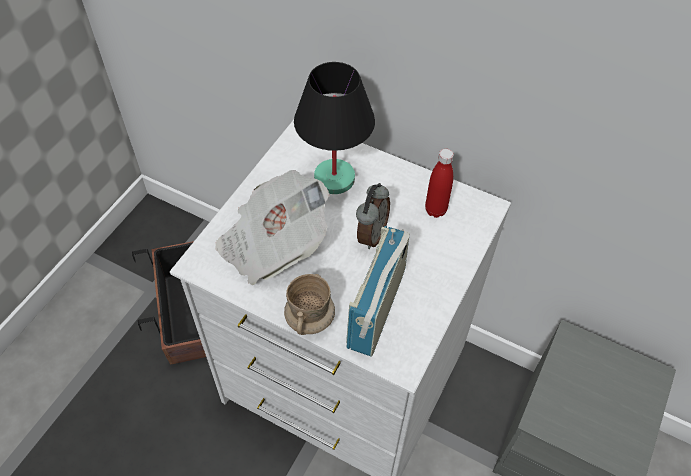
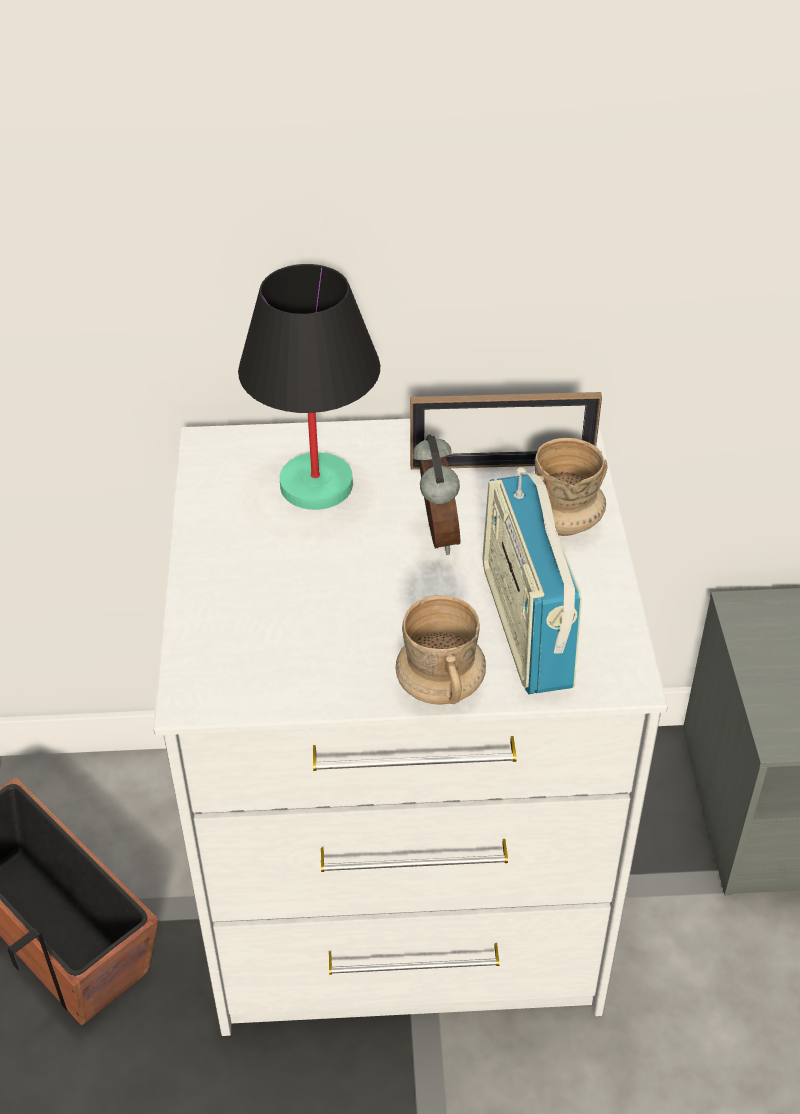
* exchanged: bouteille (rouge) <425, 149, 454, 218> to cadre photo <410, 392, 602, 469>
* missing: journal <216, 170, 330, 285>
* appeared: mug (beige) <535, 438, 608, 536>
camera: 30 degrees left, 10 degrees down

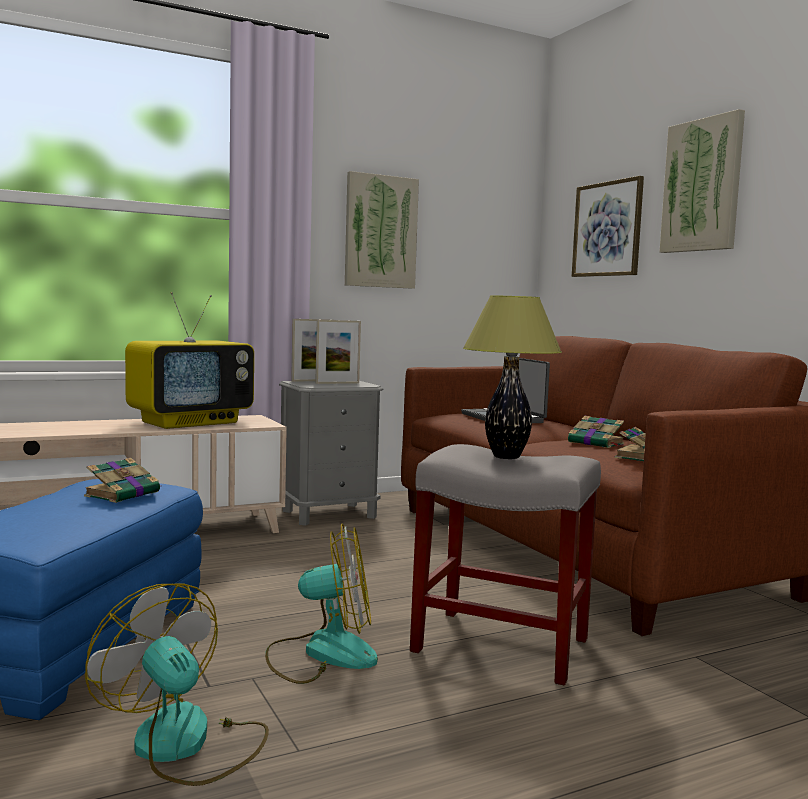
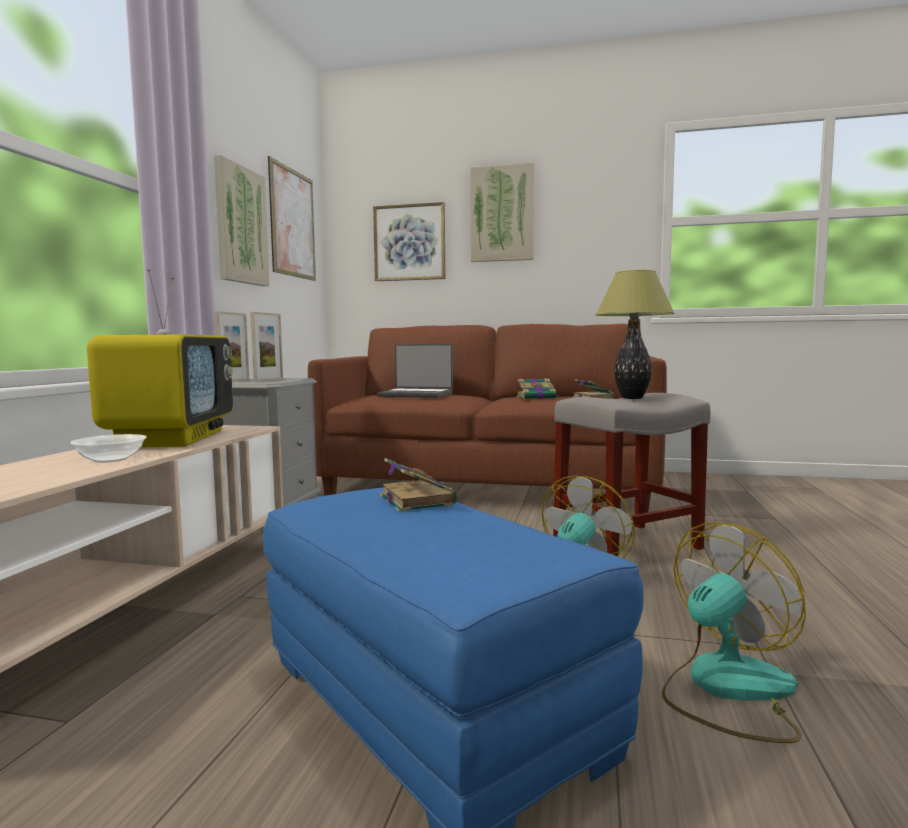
* spun: ventilateur <85, 583, 269, 786> = <662, 522, 806, 743> 150 degrees clockwise
* appeared: tableau <268, 156, 316, 281>
* appeared: bol <70, 434, 146, 463>
camera: 50 degrees left, 0 degrees up

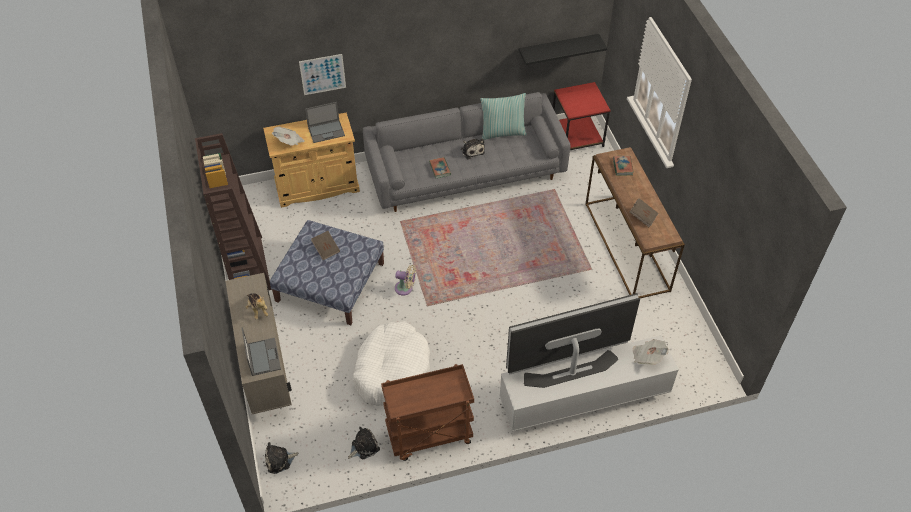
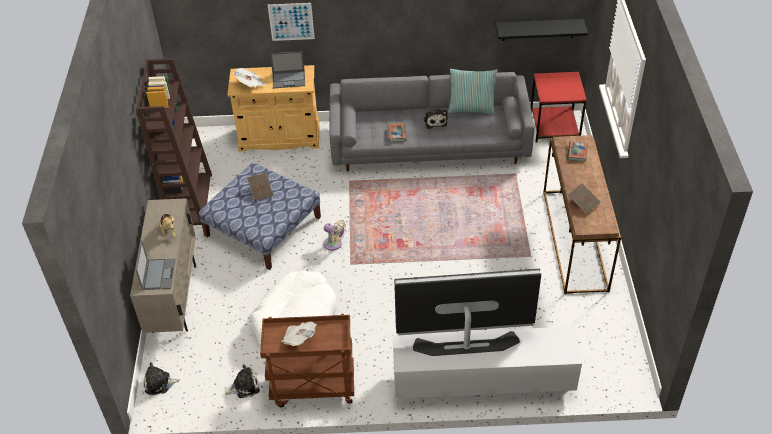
* relocated: journal <633, 339, 669, 365> to <281, 321, 317, 346>
camera: 15 degrees right, 5 degrees down

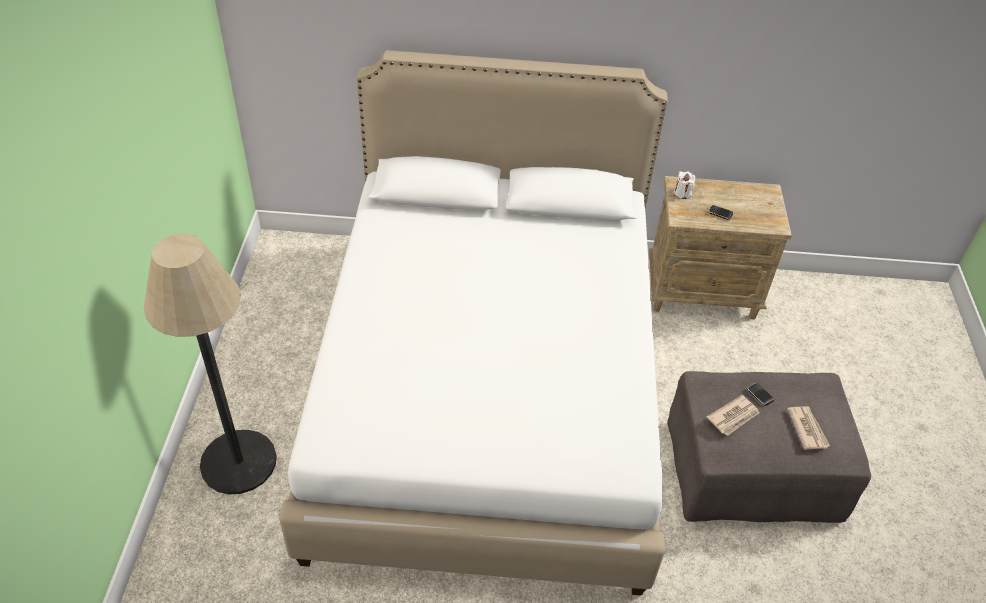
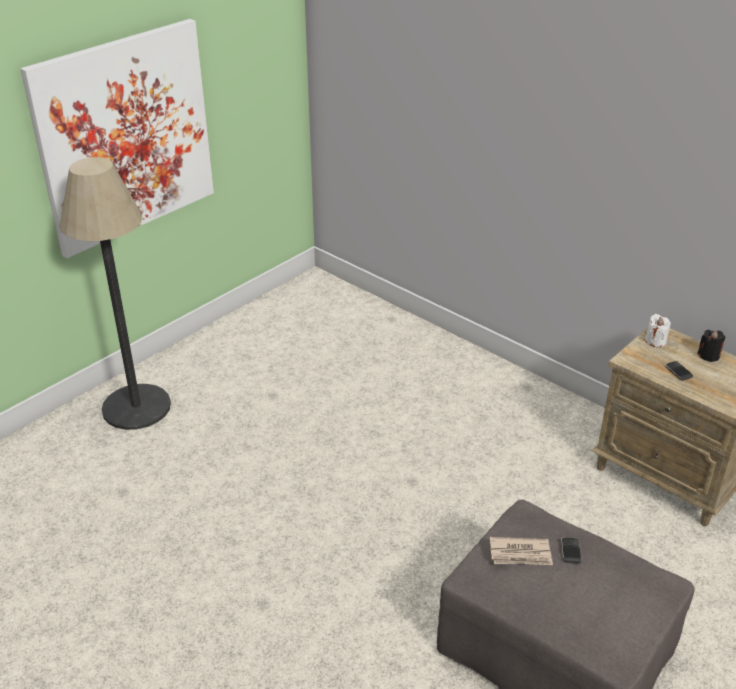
* missing: lit (blanc) <279, 50, 668, 595>
* missing: journal <787, 406, 830, 450>
* appeared: tableau <20, 19, 214, 258>
* appeared: bougie (noir) <697, 330, 725, 362>
camera: 40 degrees right, 10 degrees down

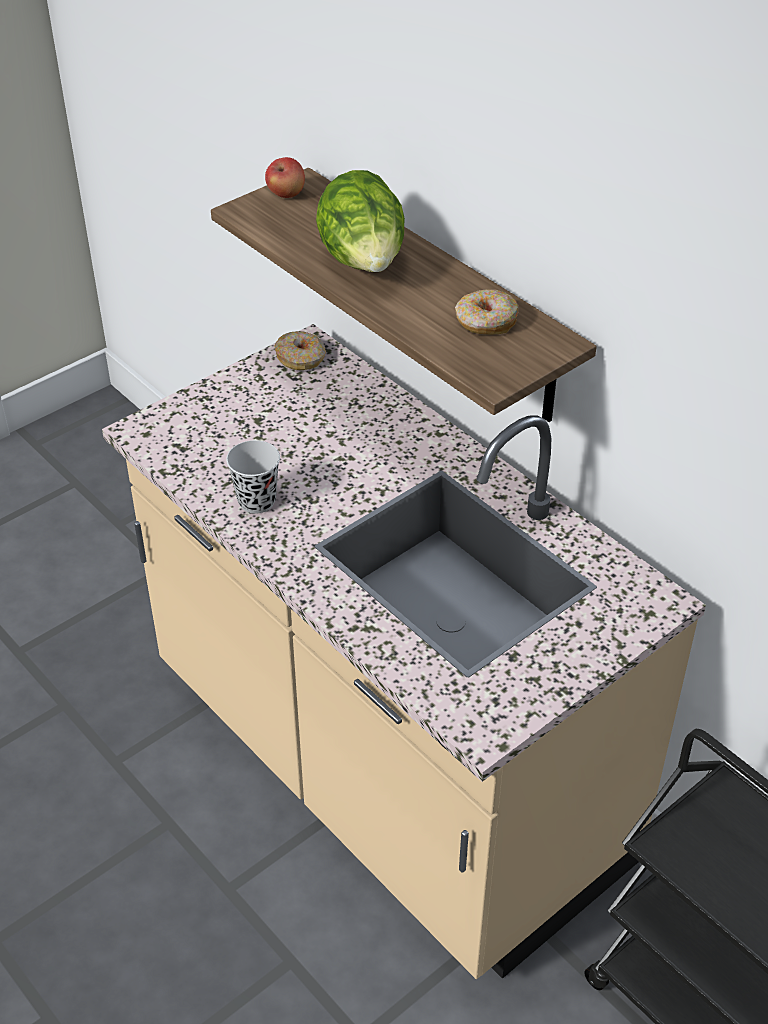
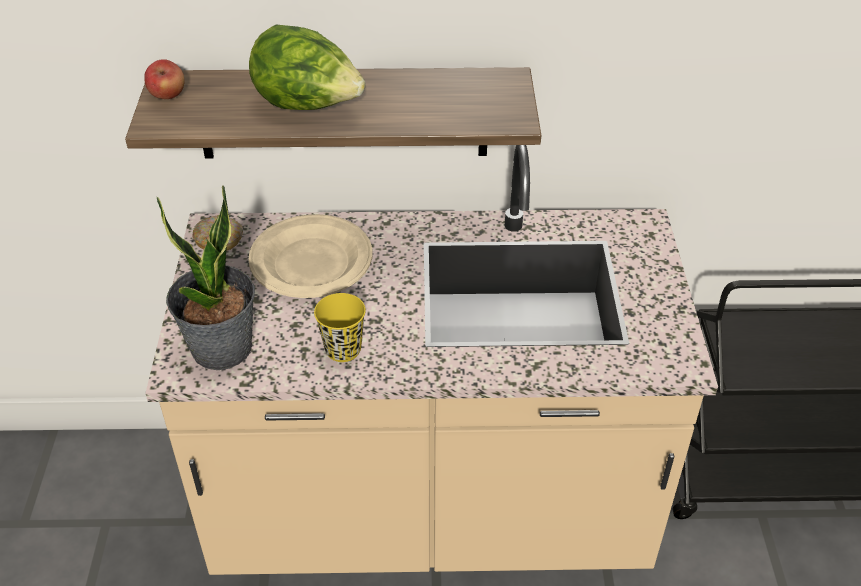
* missing: beignet <455, 289, 519, 334>
* colour: tasse (noir) <226, 440, 280, 514> to tasse (jaune) <314, 293, 366, 362>
* appeared: plante en pot <157, 185, 255, 370>
* appeared: assiette (beige) <249, 214, 373, 298>
camera: 50 degrees left, 0 degrees up

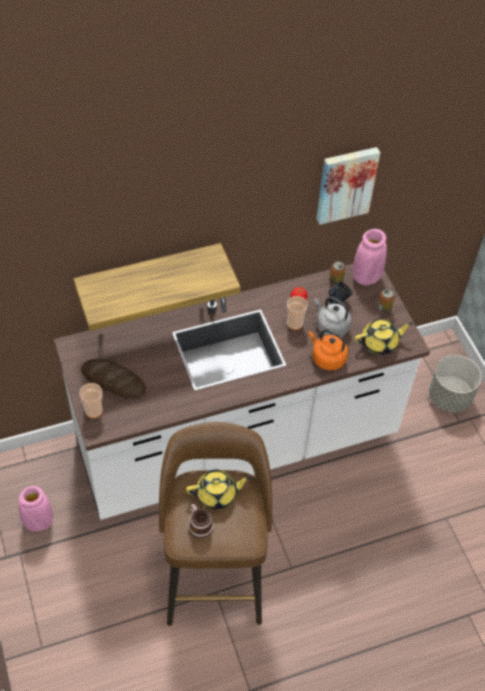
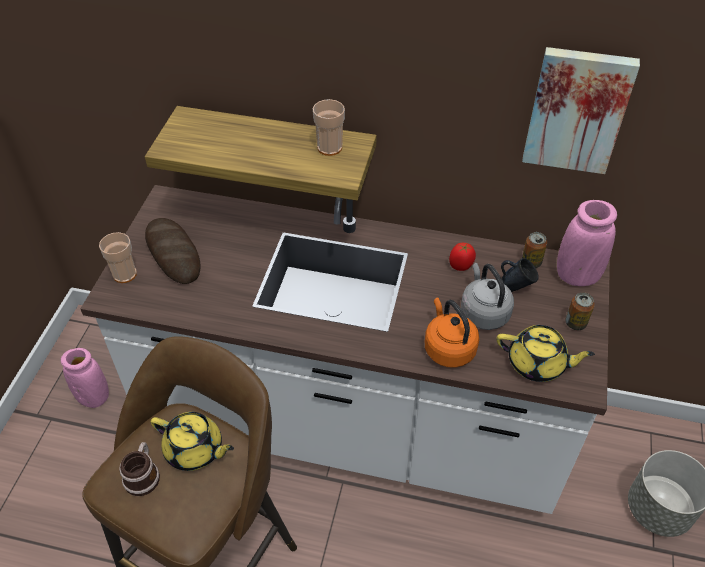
* relocated: tasse <287, 296, 308, 330> to <313, 99, 345, 156>
camera: 35 degrees right, 5 degrees down

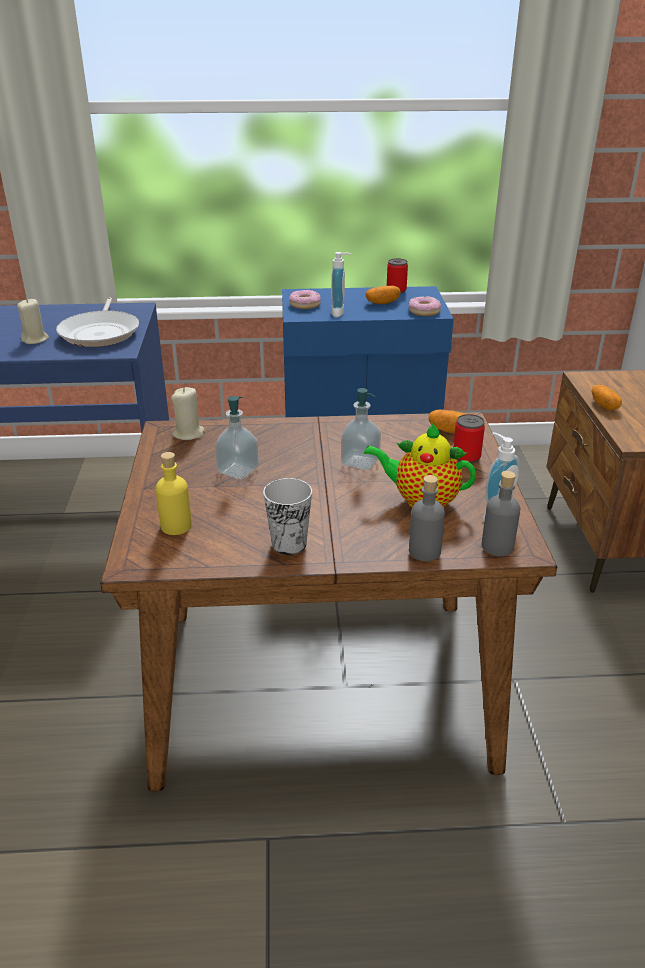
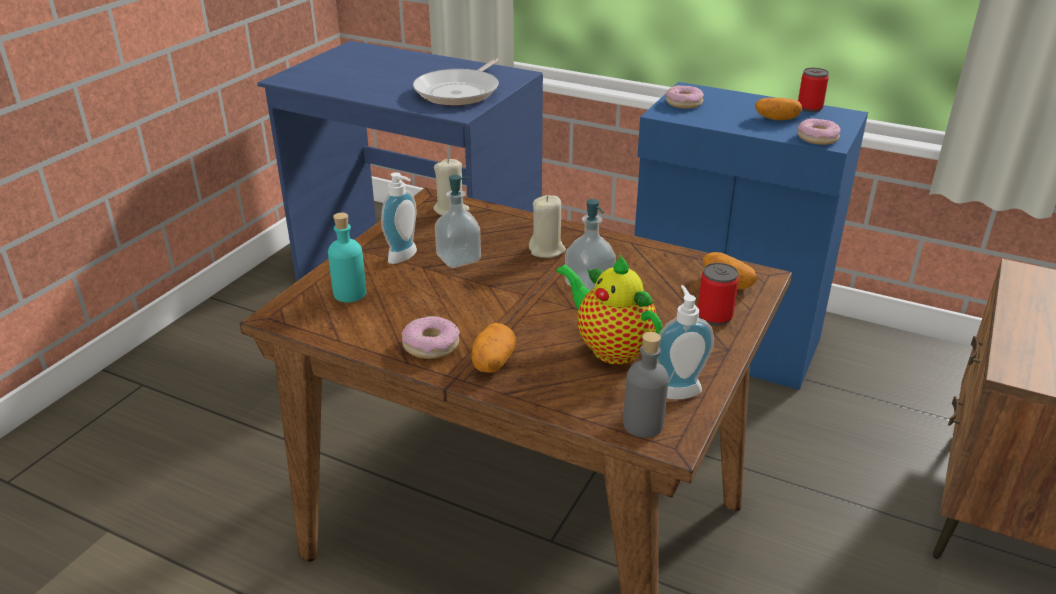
* relocated: distributeur de savon <331, 252, 351, 317> to <381, 172, 417, 264>
* relocated: bougie (beige) <17, 299, 49, 344> to <529, 195, 566, 258>
* relocated: pomme de terre <592, 385, 622, 410> to <472, 323, 516, 373>
* colour: bouteille (jaune) <156, 452, 192, 535> to bouteille (turquoise) <328, 213, 366, 302>
* missing: bouteille (gris) <409, 475, 445, 561>
* exchanged: tasse <263, 478, 312, 555> to beignet <402, 316, 460, 359>
camera: 30 degrees right, 0 degrees up

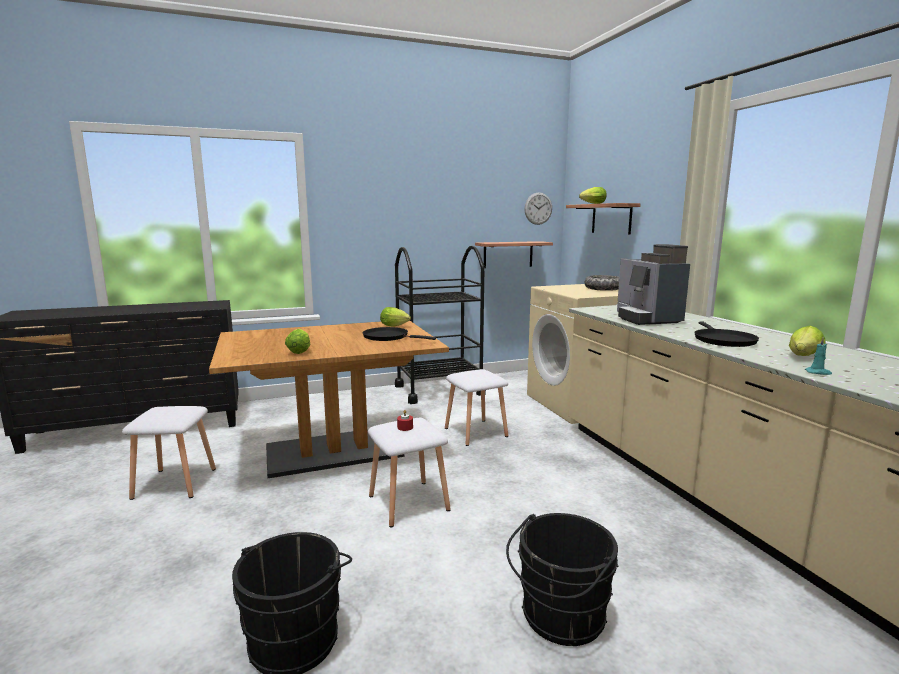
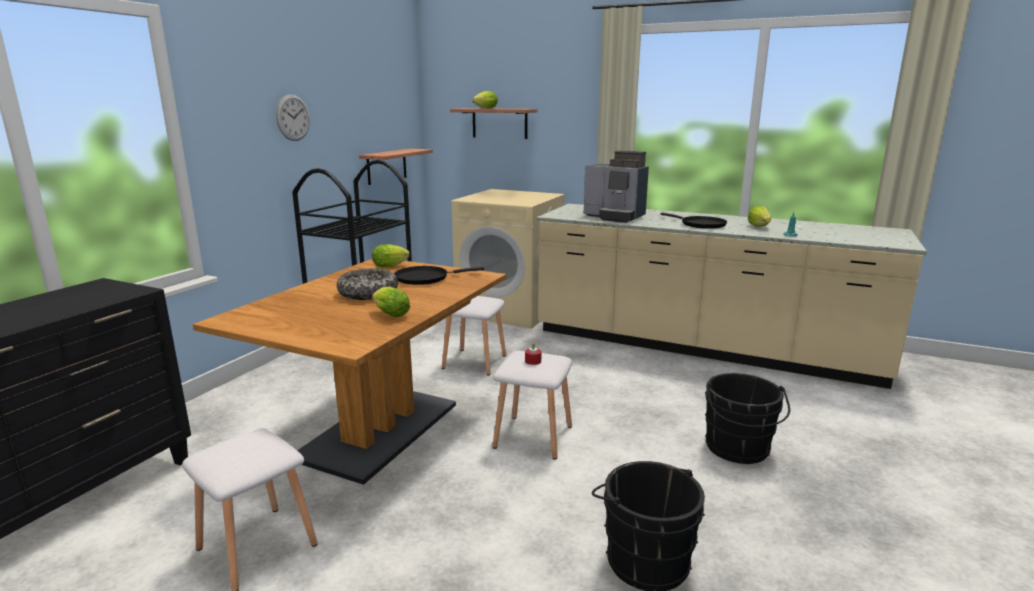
* relocated: horloge murale <524, 192, 552, 225> to <276, 94, 310, 141>
* relocated: bol <585, 275, 619, 291> to <337, 268, 398, 300>
camera: 45 degrees left, 5 degrees up

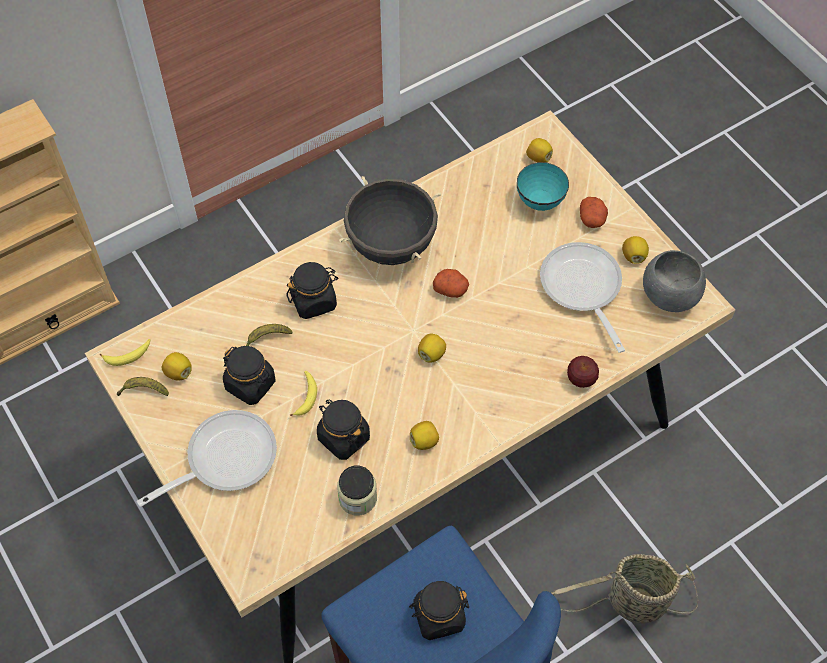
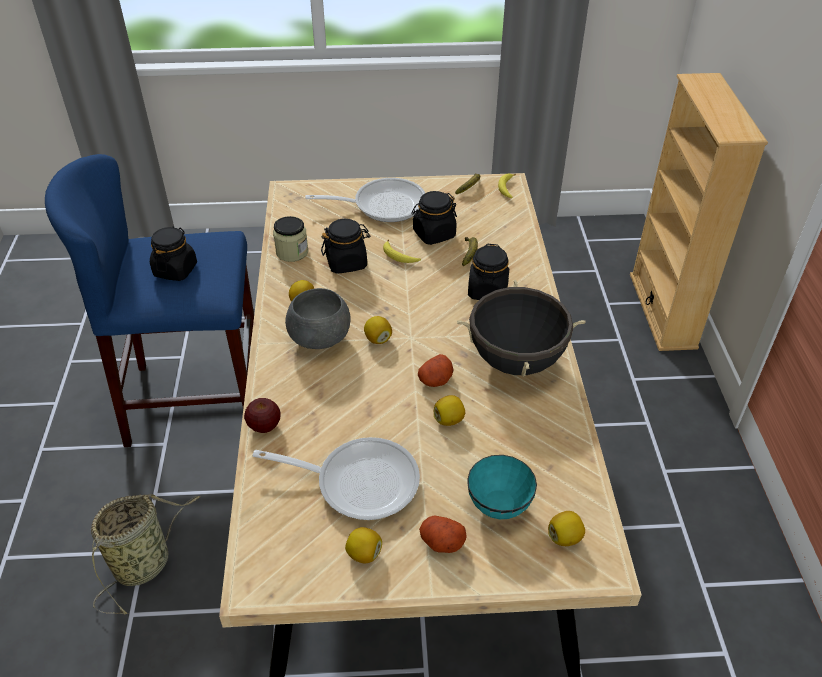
* relocated: bol (gris) <643, 250, 706, 312> to <285, 288, 351, 349>
* relocated: citron <162, 352, 192, 381> to <434, 395, 465, 426>
* spun: poêle <137, 410, 277, 507> = <305, 178, 425, 222> 90 degrees counterclockwise
camera: 120 degrees right, 15 degrees down

